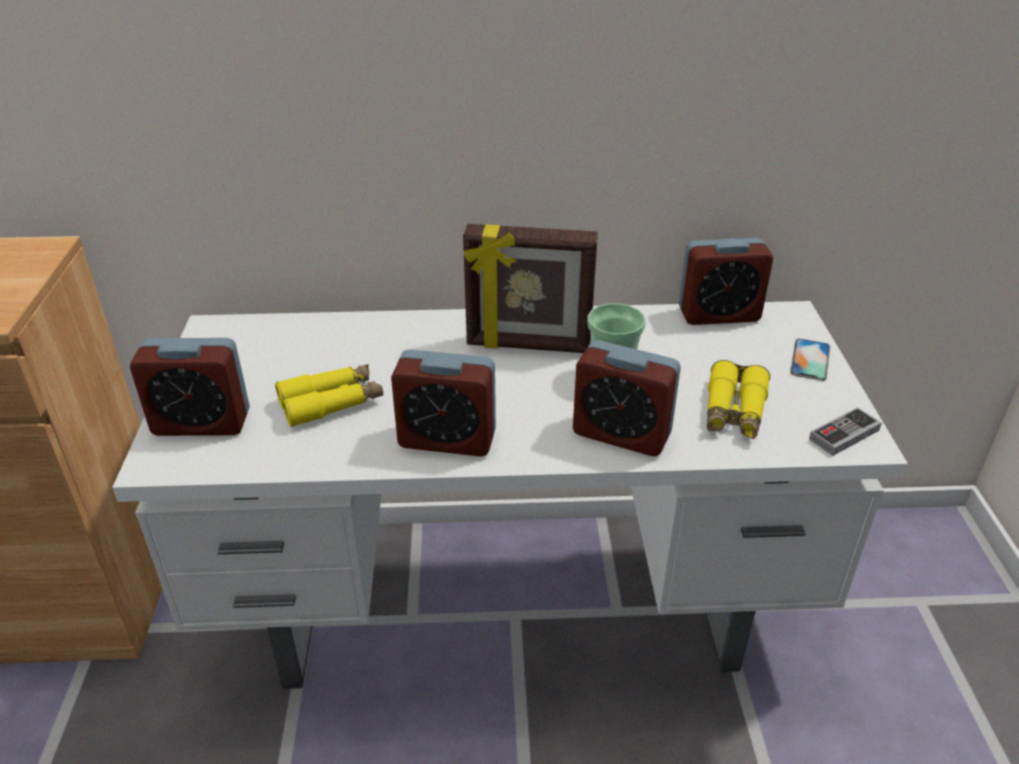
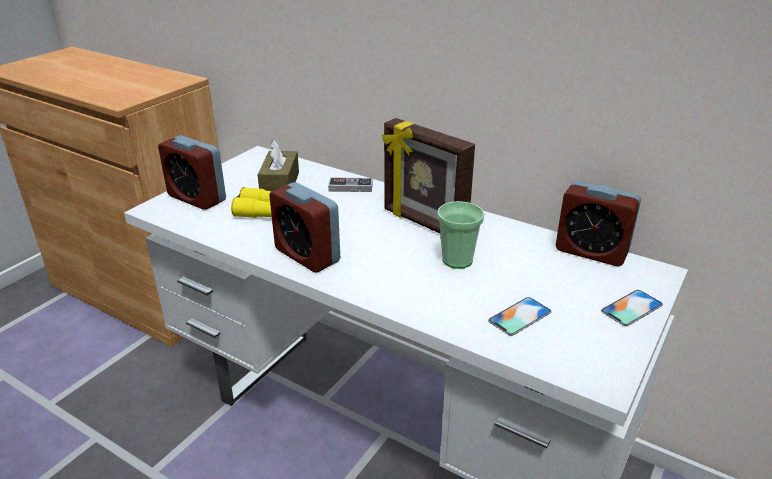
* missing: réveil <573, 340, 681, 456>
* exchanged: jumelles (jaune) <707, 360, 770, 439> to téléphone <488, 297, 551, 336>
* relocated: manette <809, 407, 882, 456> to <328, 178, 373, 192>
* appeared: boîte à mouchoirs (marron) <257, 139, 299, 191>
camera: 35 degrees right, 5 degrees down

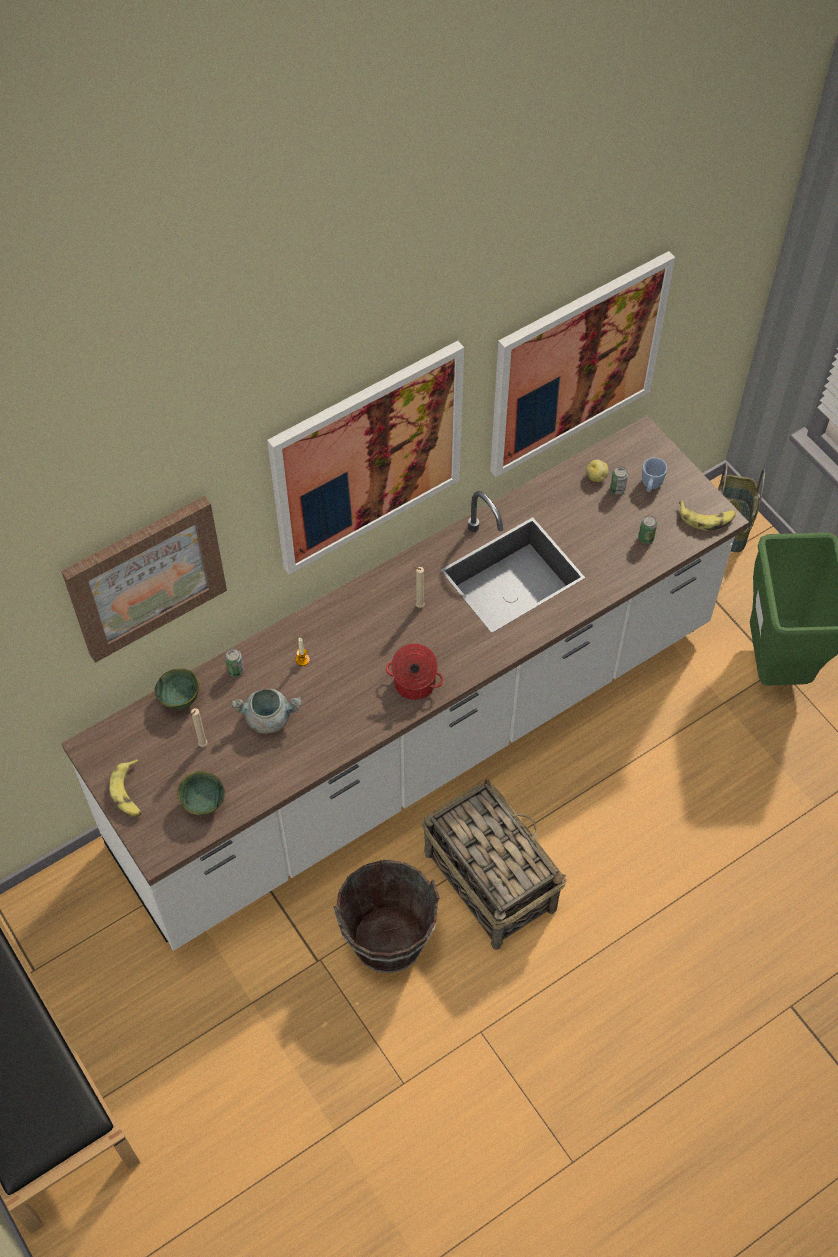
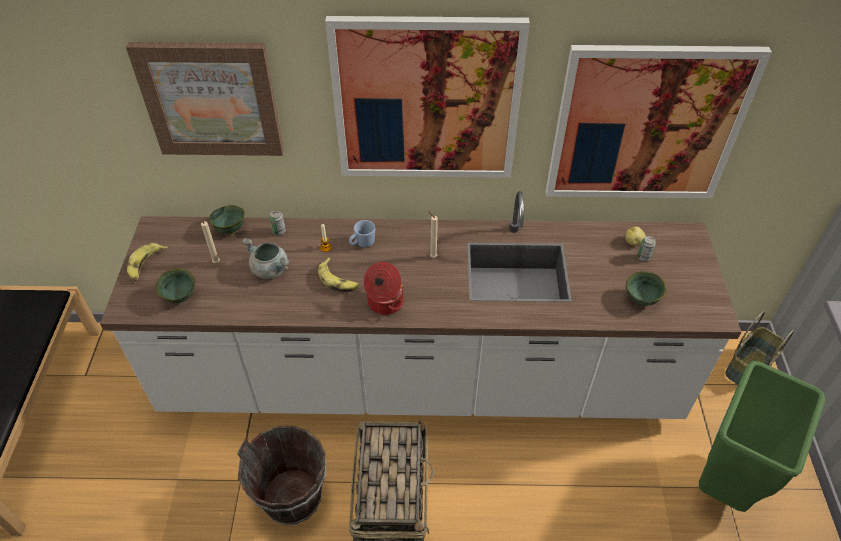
* relocated: mug (bleu) <642, 458, 667, 492> to <349, 220, 375, 247>
* relocated: banane <679, 501, 736, 531> to <318, 257, 359, 292>
* exchanged: boîte métallique <638, 516, 657, 544> to bol (vert) <626, 272, 666, 306>
camera: 35 degrees right, 10 degrees down

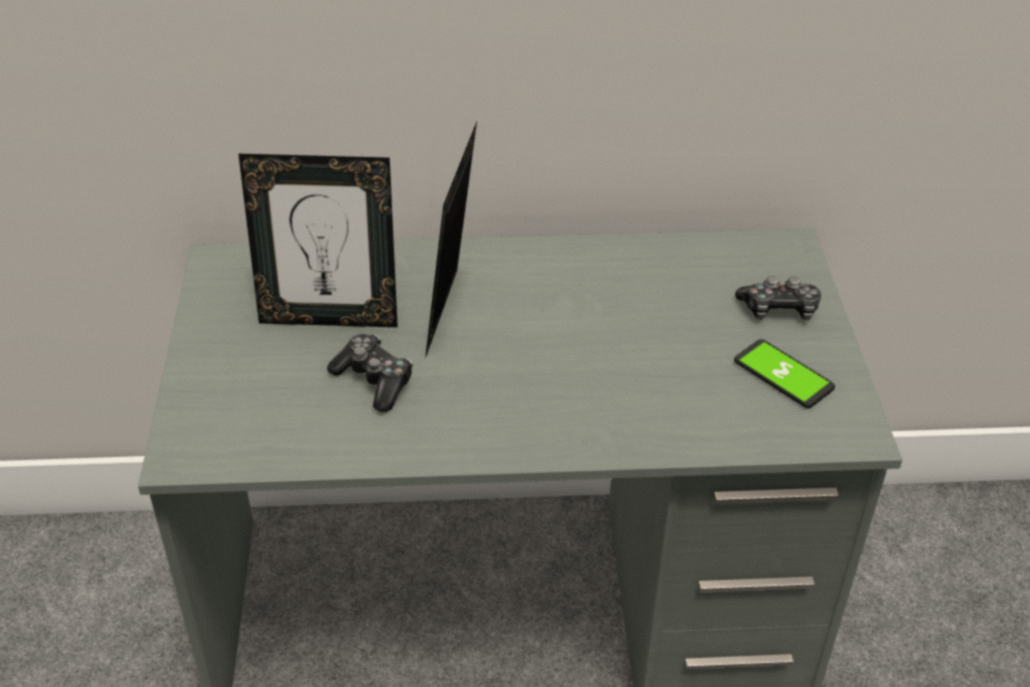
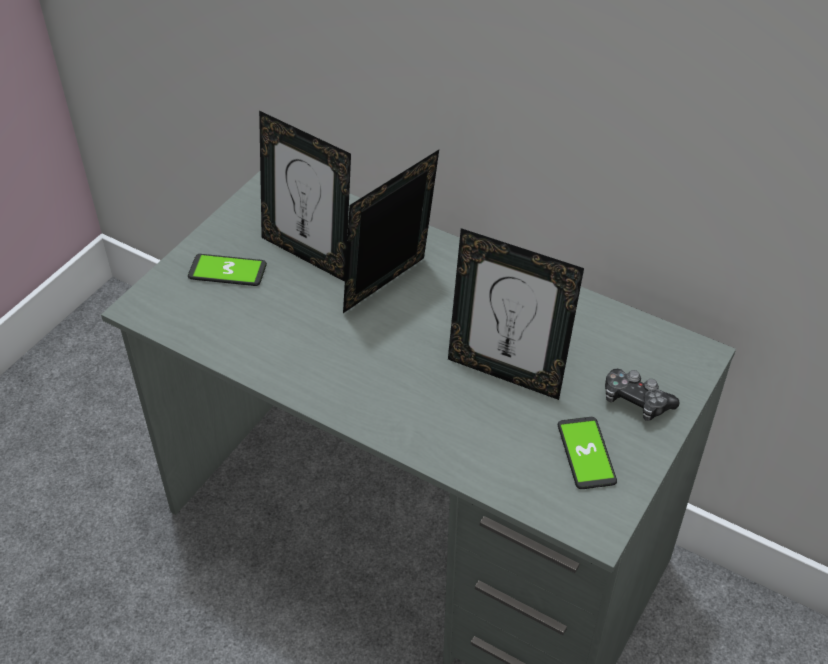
* missing: manette <327, 334, 413, 412>
* appeared: cadre photo <448, 228, 584, 400>
* appeared: téléphone <188, 254, 267, 286>
camera: 35 degrees right, 5 degrees up

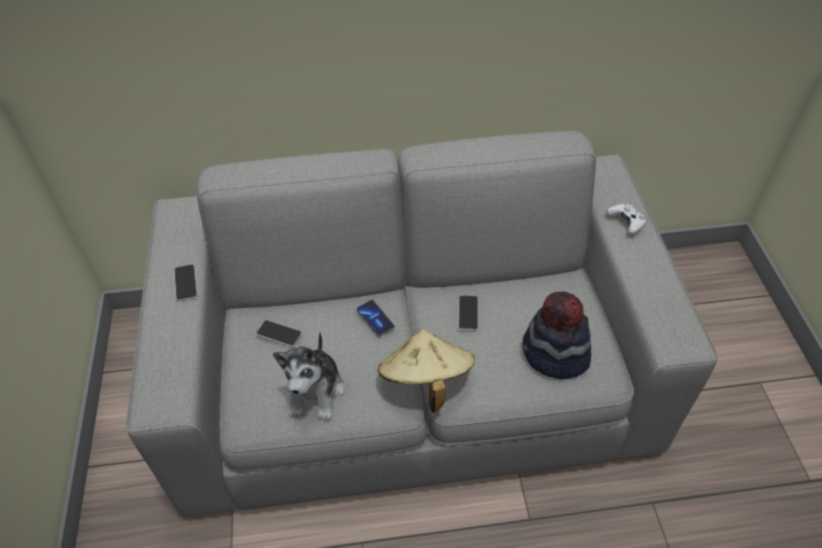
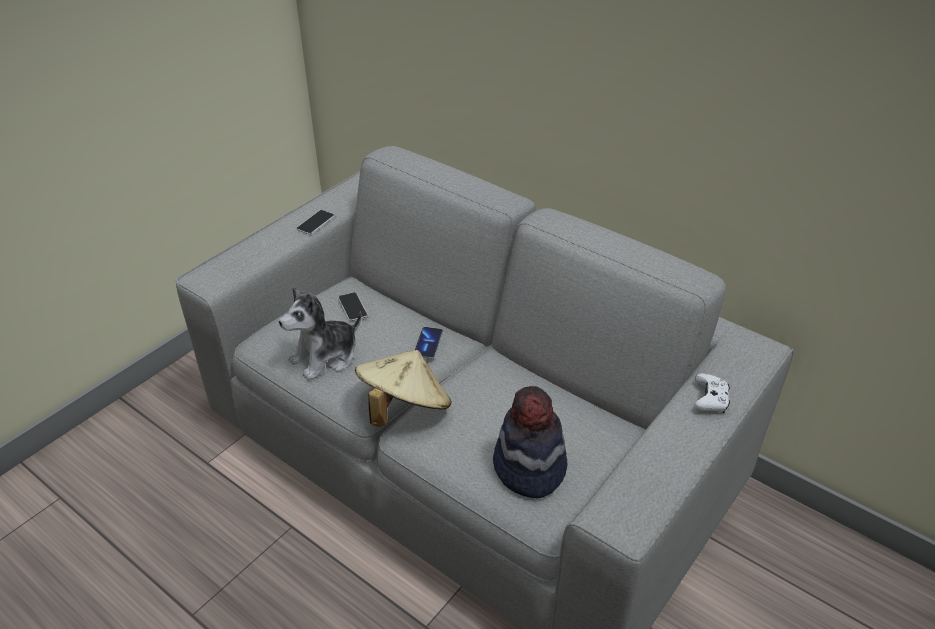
* missing: téléphone <458, 295, 478, 331>
camera: 45 degrees right, 10 degrees down

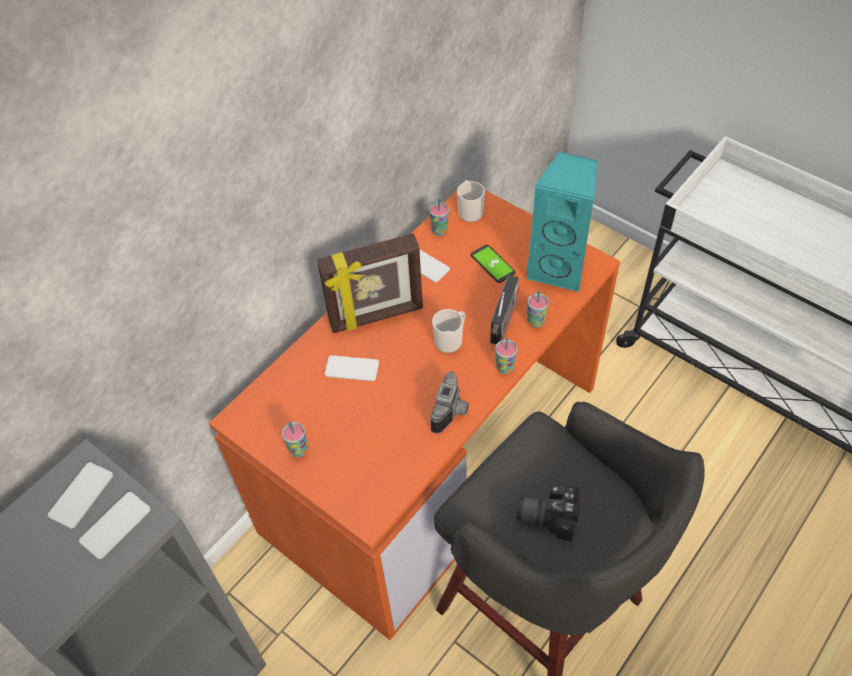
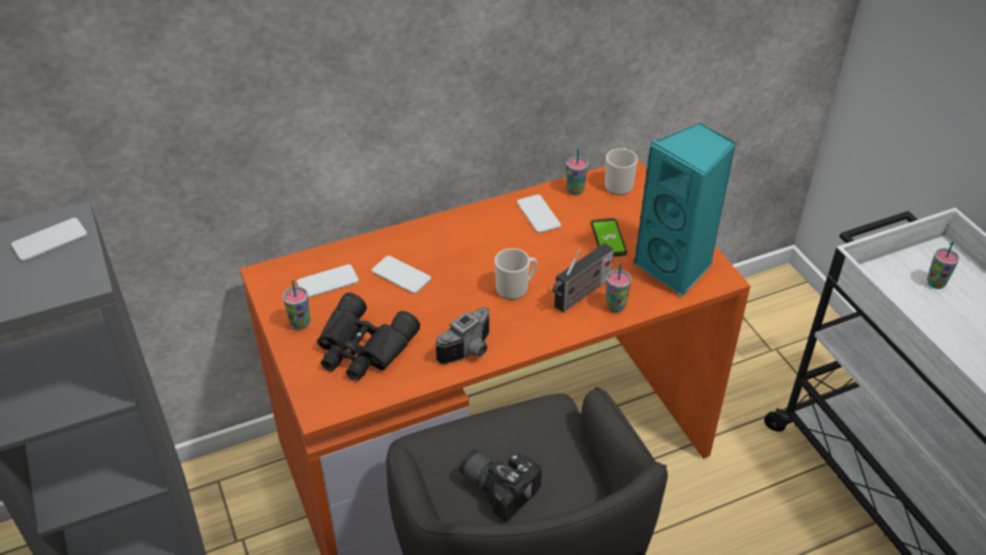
* missing: cadre photo <317, 233, 423, 333>
* relocated: tasse <495, 337, 517, 374> to <927, 241, 959, 289>
* relocated: téléphone <79, 492, 151, 559> to <297, 264, 359, 298>
* appeared: jumelles (noir) <317, 293, 420, 381>
camera: 25 degrees right, 10 degrees down

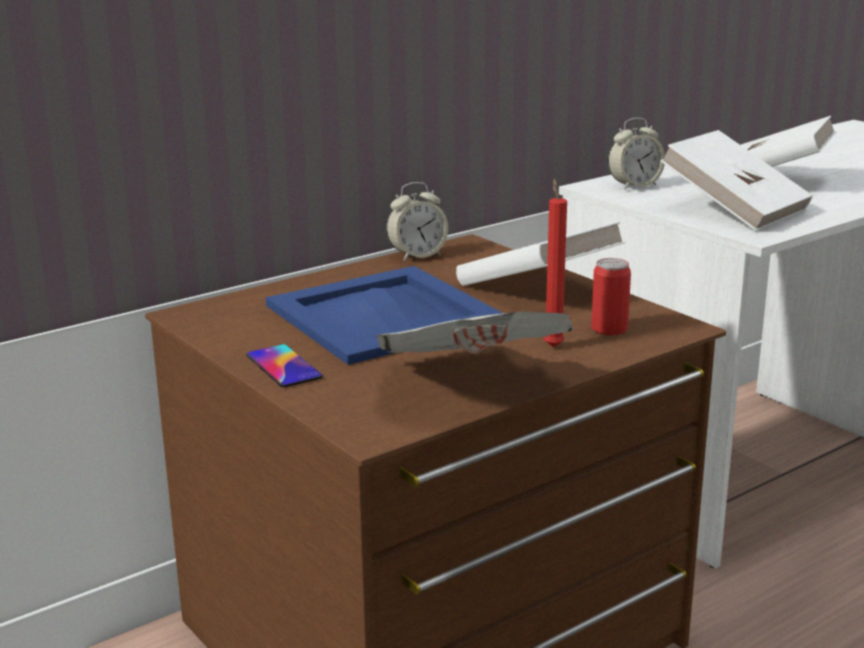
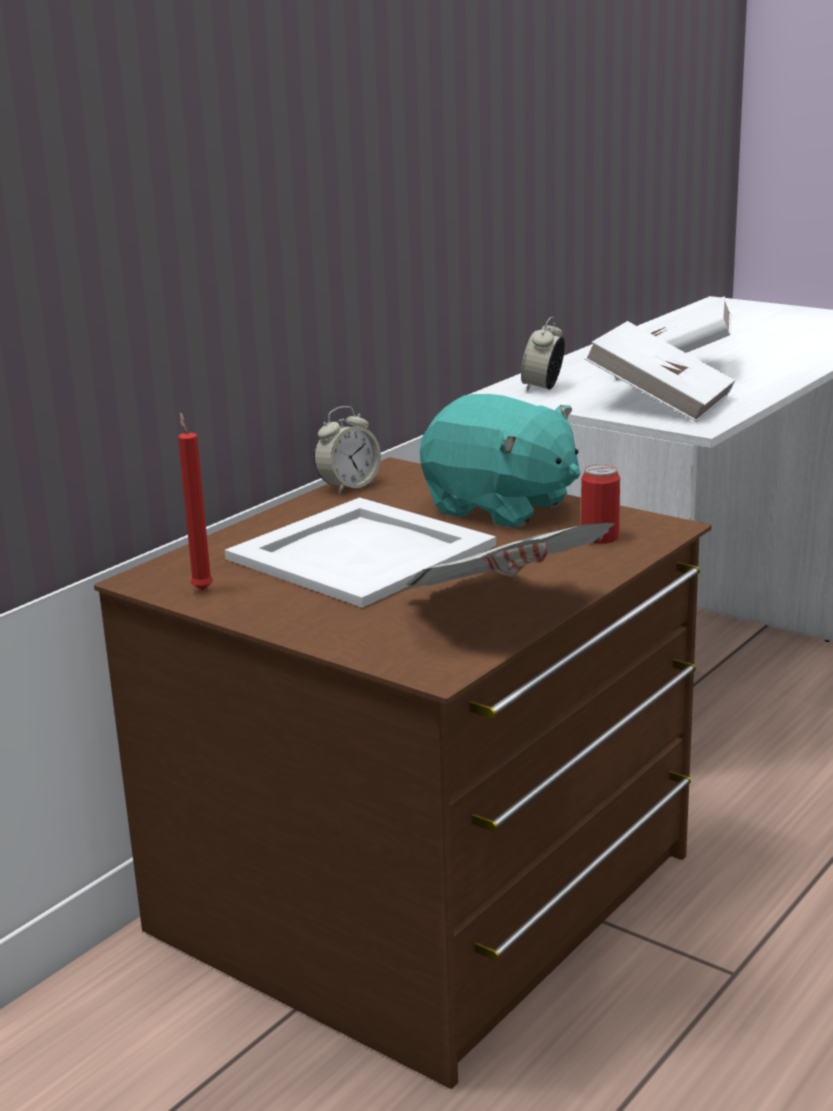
* spun: réveil <608, 118, 665, 190> = <521, 317, 565, 392> 150 degrees clockwise
* relocated: bougie (rouge) <543, 178, 567, 347> to <178, 412, 213, 590>
* exchanged: livre (blanc) <456, 222, 625, 286> to peluche (turquoise) <420, 394, 580, 528>
* colour: plateau (bleu) <266, 266, 502, 365> to plateau (blanc) <225, 497, 496, 608>
* missing: téléphone <246, 344, 323, 387>
camera: 15 degrees left, 0 degrees up

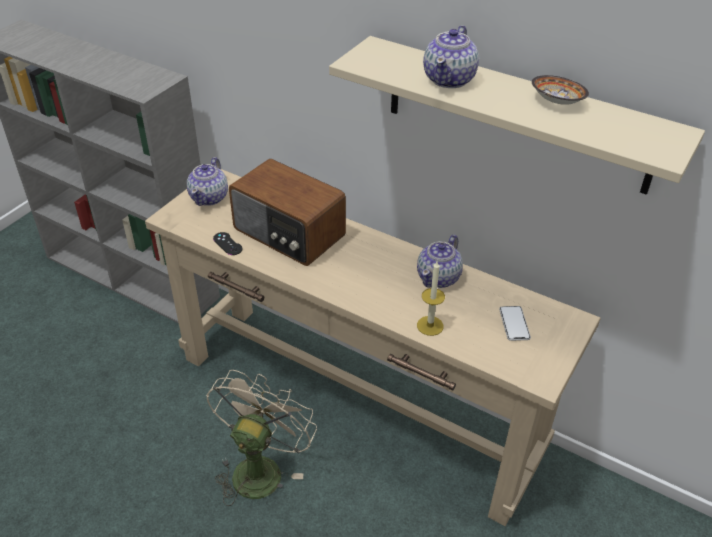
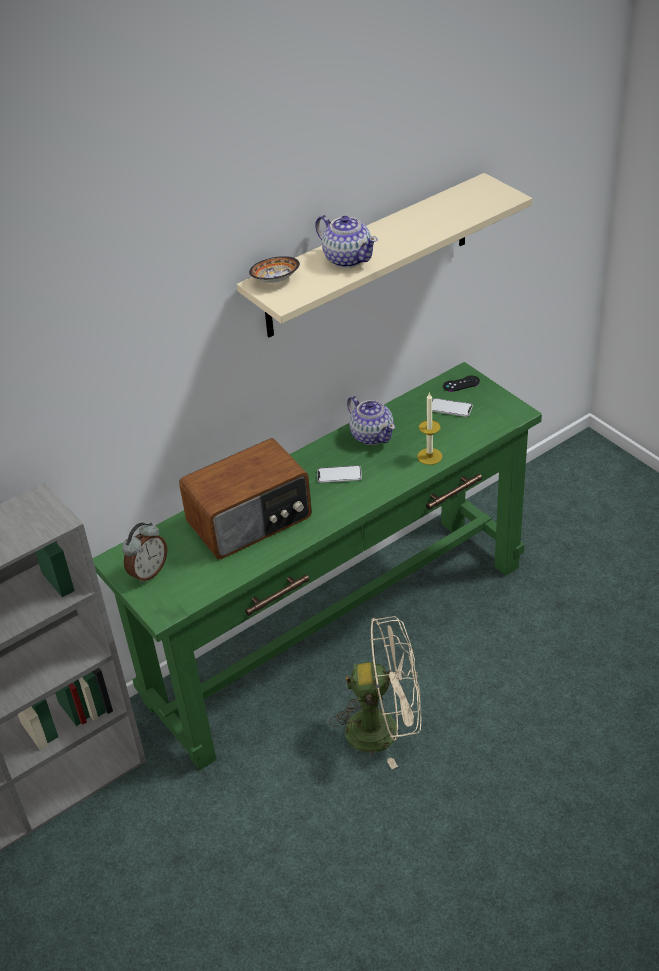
* relocated: bol <532, 75, 589, 105> to <249, 256, 300, 283>
* exchanged: théière <187, 157, 228, 206> to réveil <122, 522, 167, 583>
* colour: table console (beige) <145, 169, 601, 526> to table console (vert) <93, 362, 542, 770>
* relocated: manette (noir) <213, 232, 243, 255> to <443, 376, 480, 392>
* spun: ventilateur (beige) <206, 370, 317, 506> = <329, 616, 421, 769> 135 degrees clockwise
* appeared: téléphone <317, 465, 362, 483>
camera: 65 degrees left, 0 degrees up

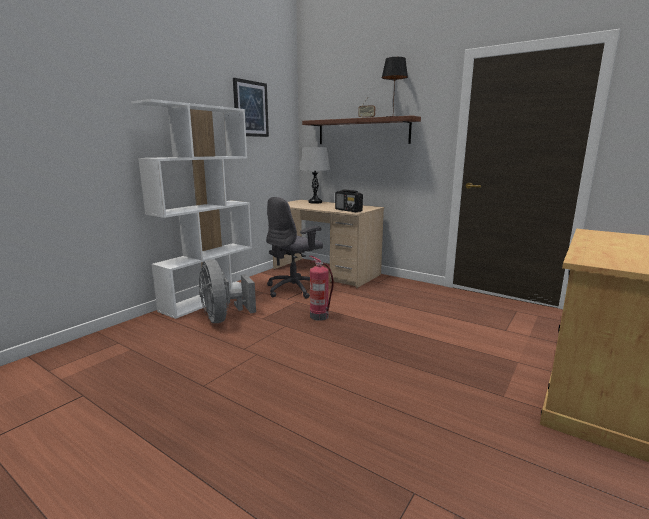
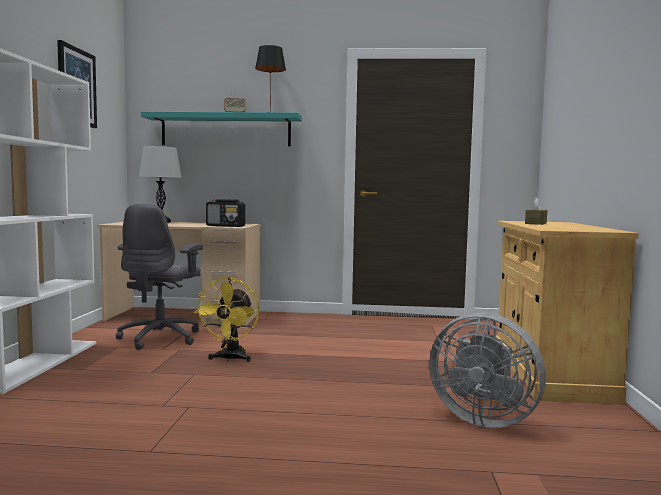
* colour: étagère (marron) <302, 116, 421, 144> to étagère (turquoise) <141, 112, 302, 146>
* exchanged: extincteur <310, 256, 334, 321> to ventilateur (jaune) <193, 277, 259, 362>
* relocated: ventilateur (gris) <199, 260, 256, 323> to <429, 312, 546, 428>
* appeared: boîte à mouchoirs (marron) <525, 197, 547, 225>
camera: 30 degrees left, 10 degrees down

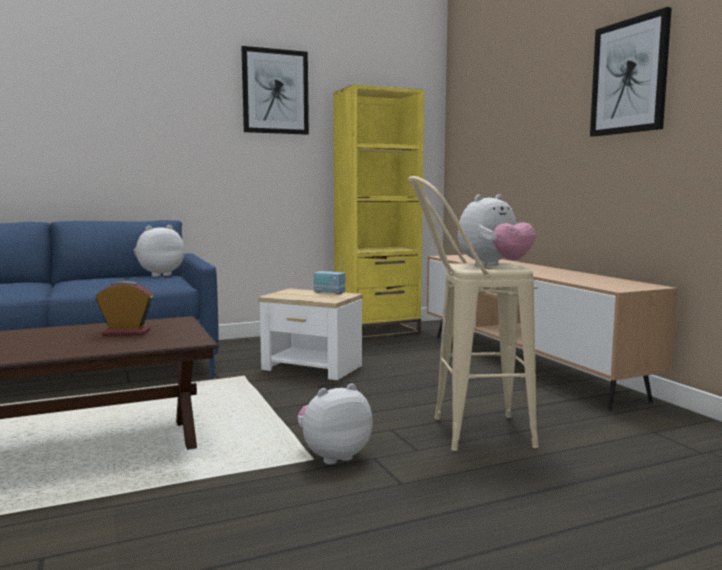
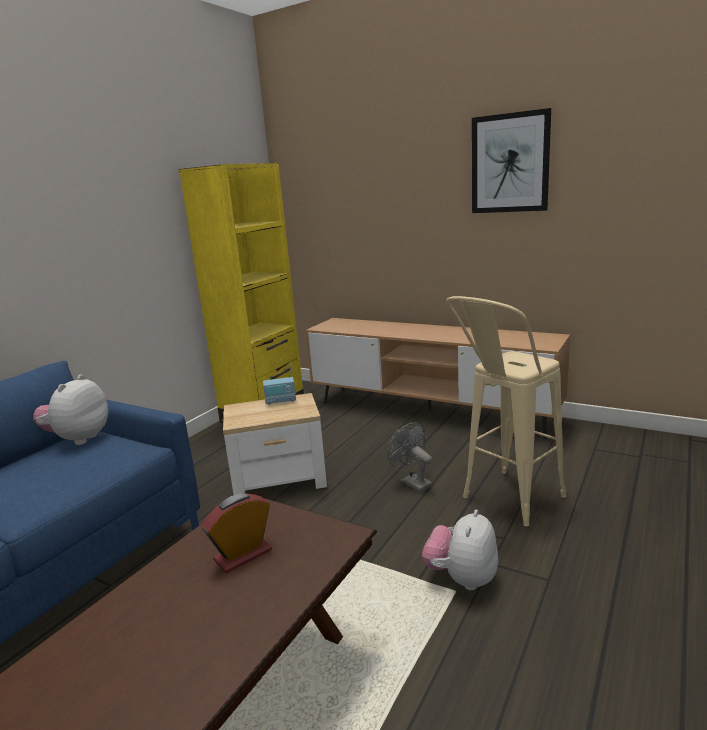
* missing: tableau <241, 46, 309, 135>
* missing: peluche <458, 194, 536, 267>
* appeared: ventilateur (gris) <388, 422, 432, 492>
camera: 35 degrees left, 10 degrees up

